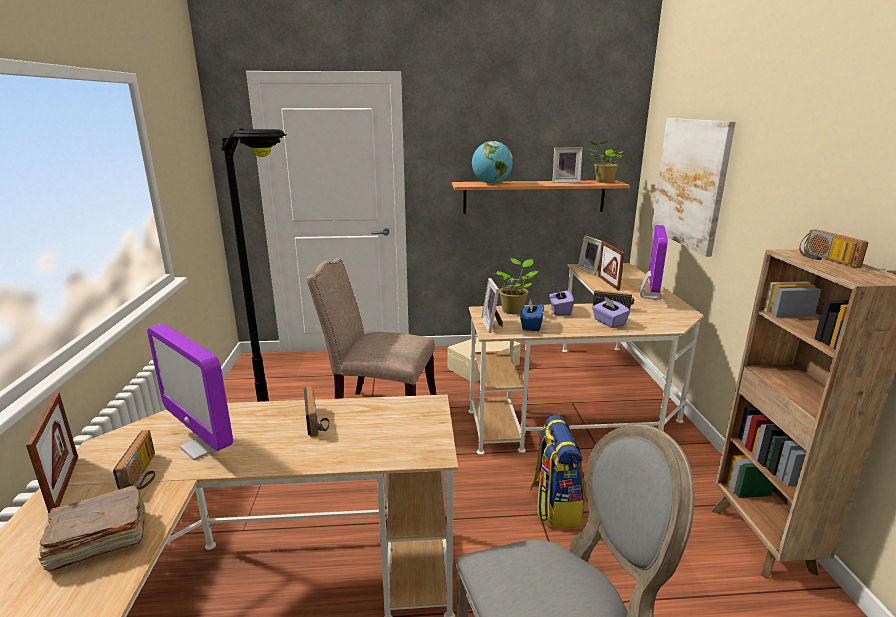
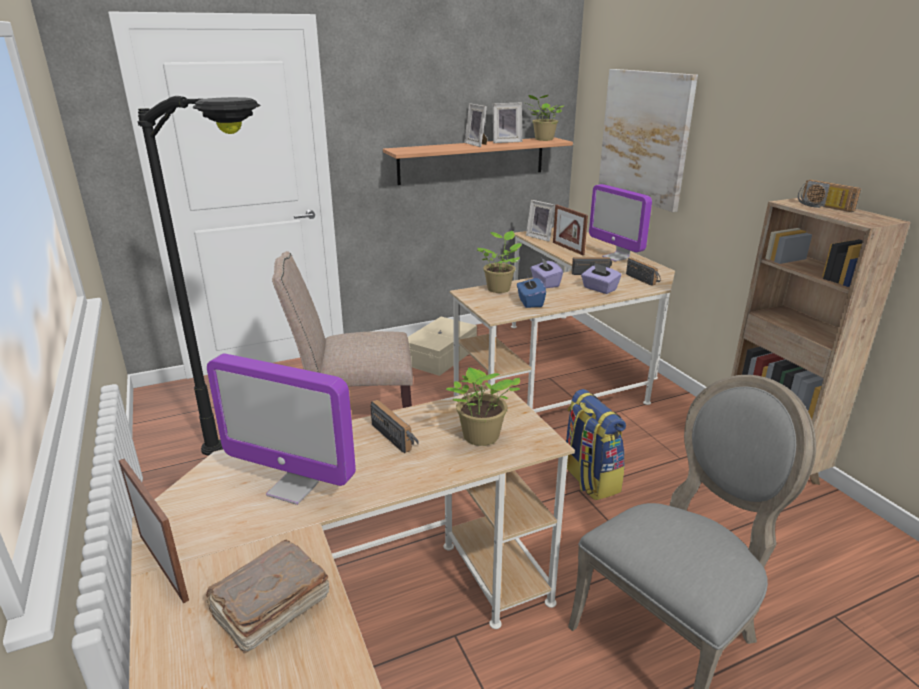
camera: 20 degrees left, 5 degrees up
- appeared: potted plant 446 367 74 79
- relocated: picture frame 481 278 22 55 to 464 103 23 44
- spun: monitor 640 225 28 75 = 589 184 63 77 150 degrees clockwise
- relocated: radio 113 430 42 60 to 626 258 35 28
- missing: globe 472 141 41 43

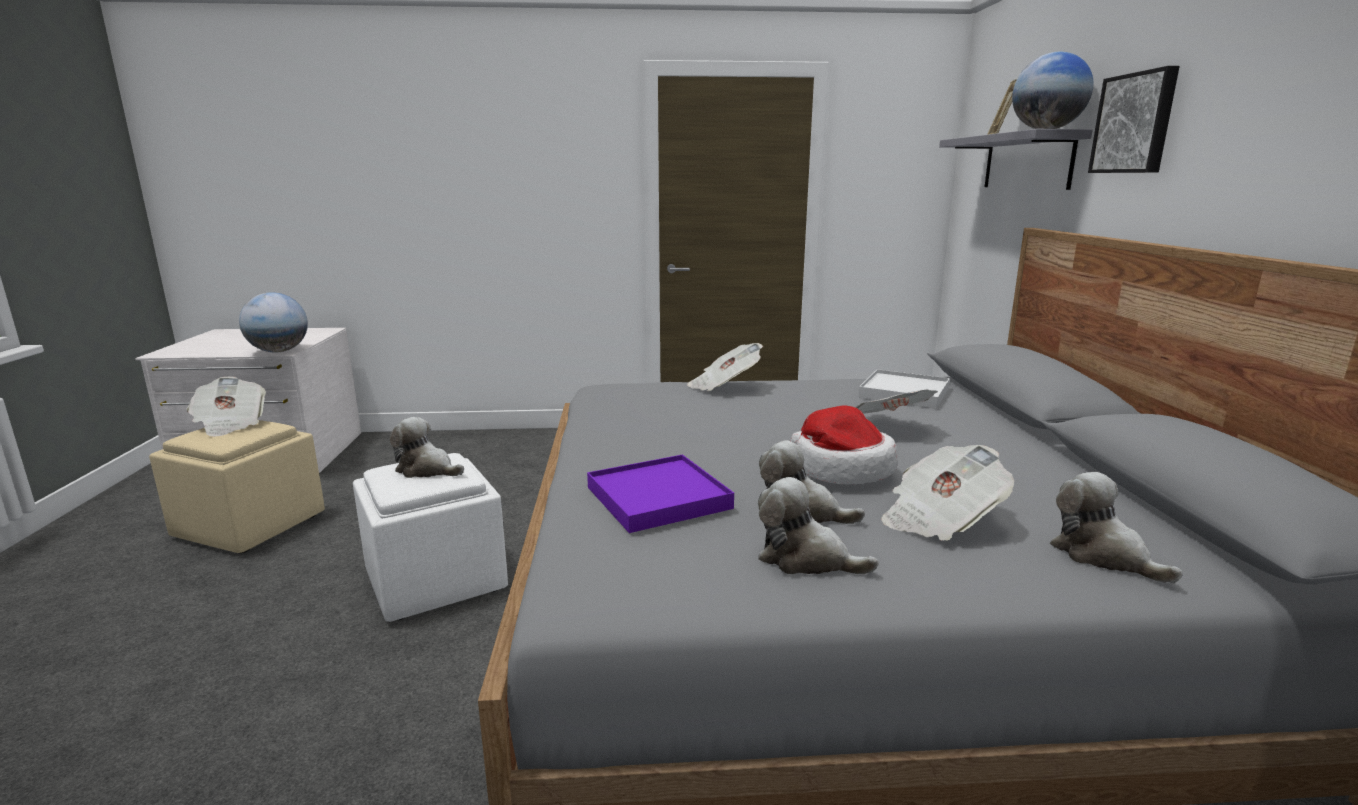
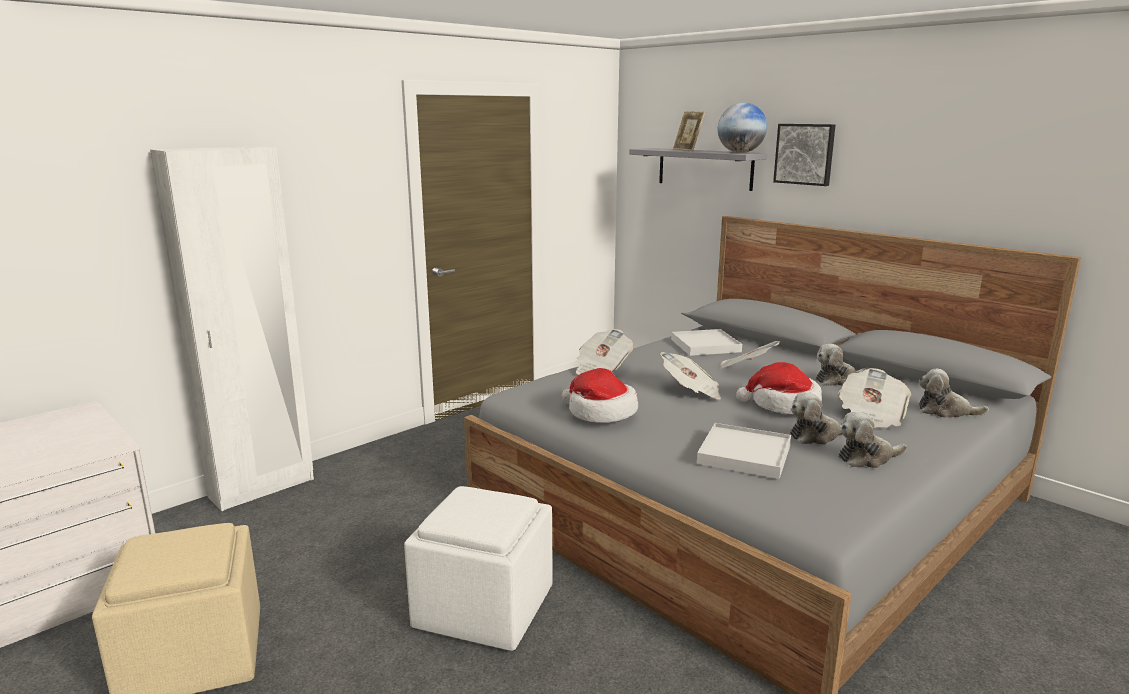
camera: 40 degrees left, 0 degrees up
- appeared: wardrobe (white) 150 146 164 365
- appeared: hat 562 368 76 55
- relocated: newspaper 187 376 79 61 to 660 352 61 48
- colour: tray (purple) 587 455 147 78 to tray (white) 697 423 94 56
- relocated: plush toy 390 417 74 61 to 816 344 50 42
- missing: globe 239 292 69 60

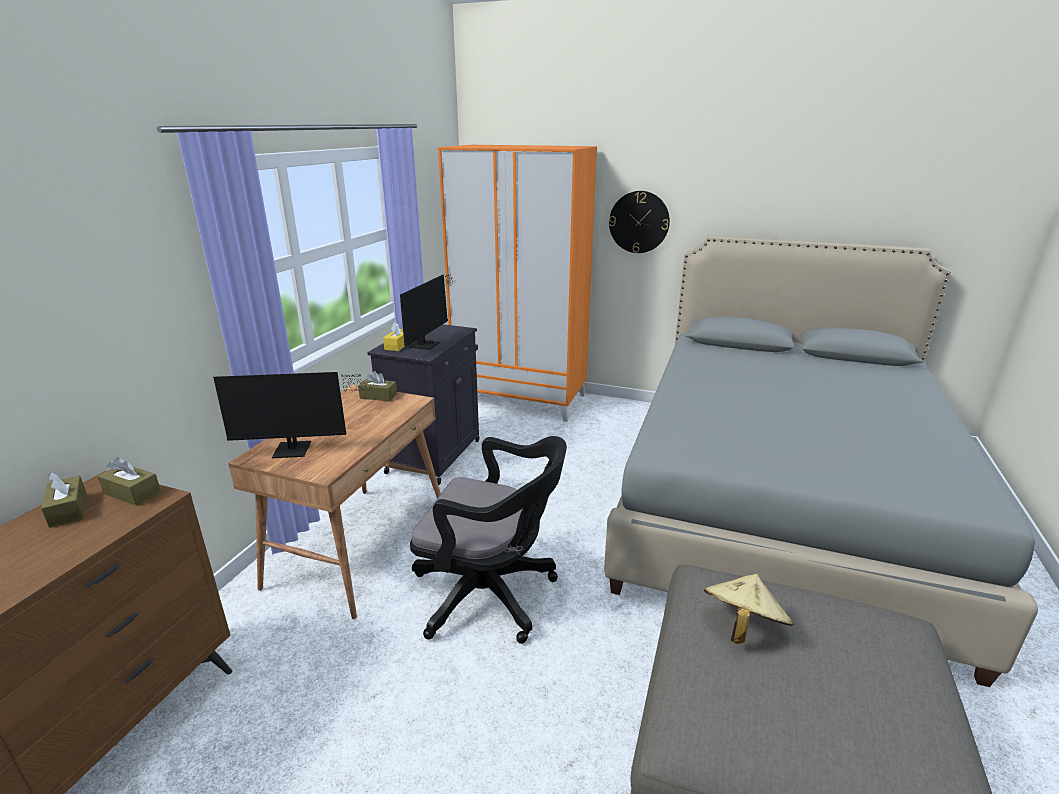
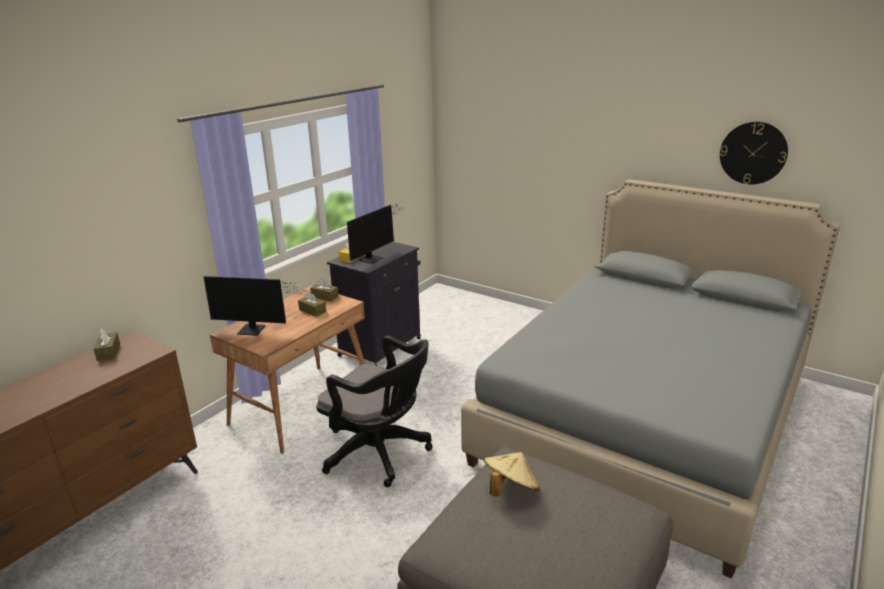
camera: 15 degrees right, 0 degrees up
- relocated: tissue box (brown) 97 457 64 49 to 298 291 28 26
- relocated: wall clock 609 191 61 62 to 720 122 68 63
- missing: wardrobe (orange) 438 145 159 277

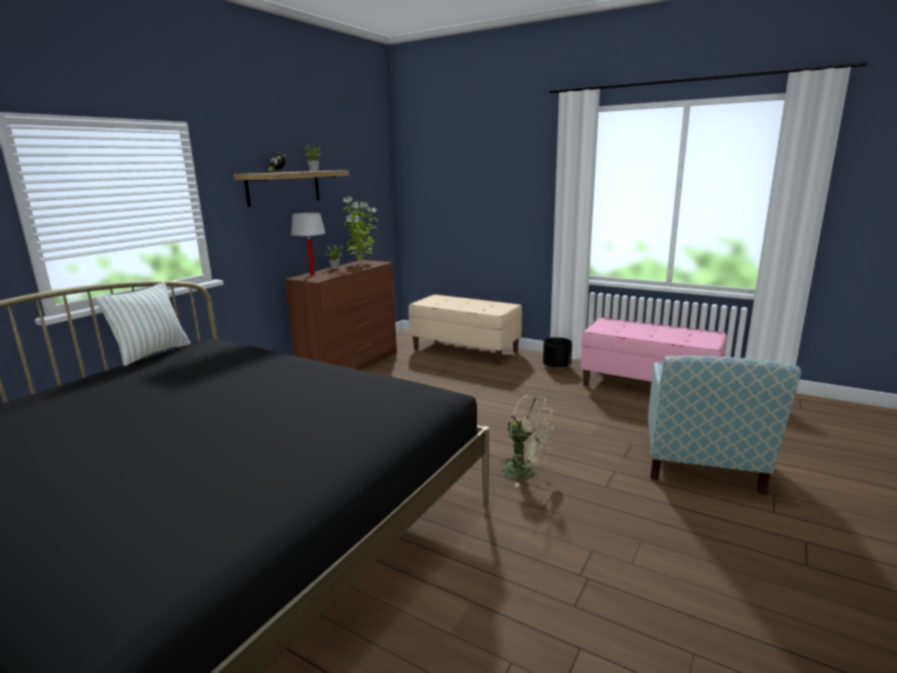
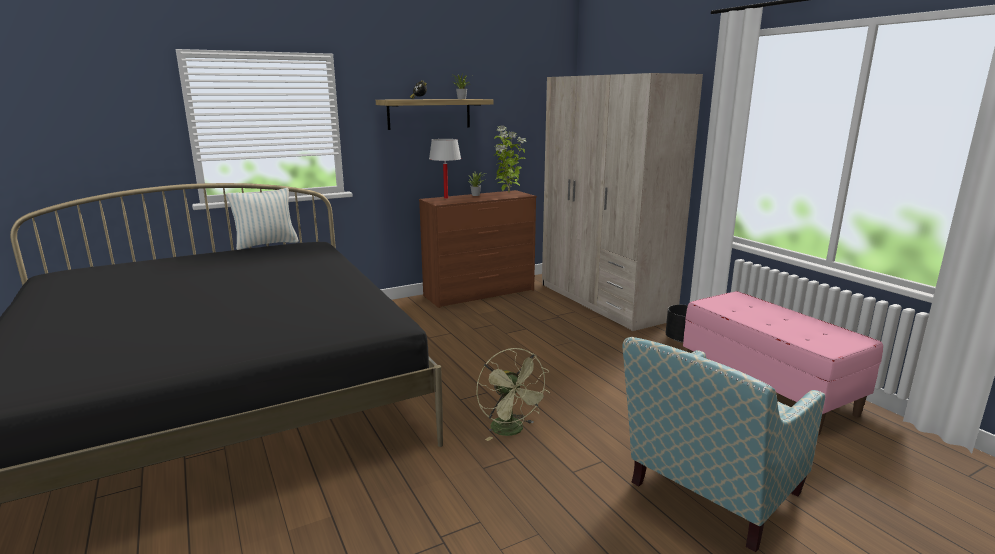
camera: 30 degrees right, 0 degrees up
- exchanged: bench (beige) 408 294 114 71 to wardrobe (beige) 542 73 161 258

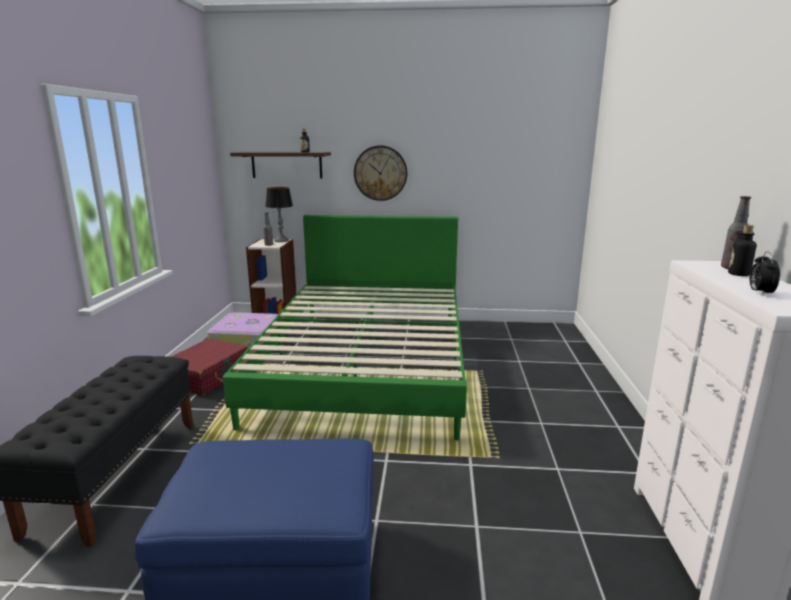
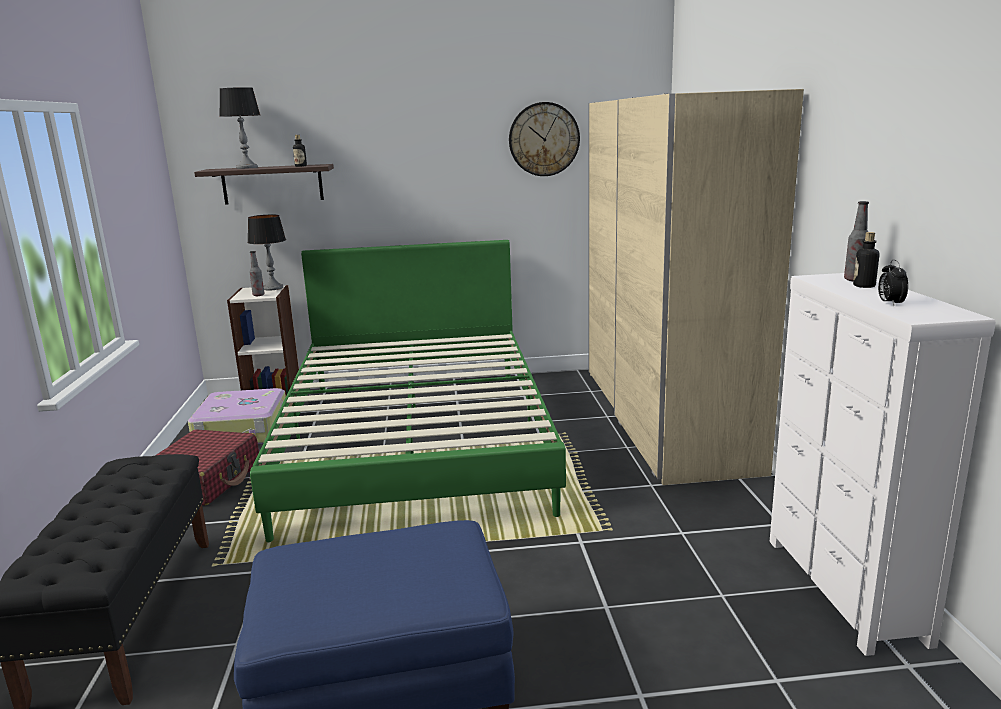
camera: 10 degrees left, 0 degrees up
- appeared: table lamp 220 87 40 82
- relocated: wall clock 354 145 53 56 to 509 102 71 74
- appeared: wardrobe (beige) 588 89 216 396

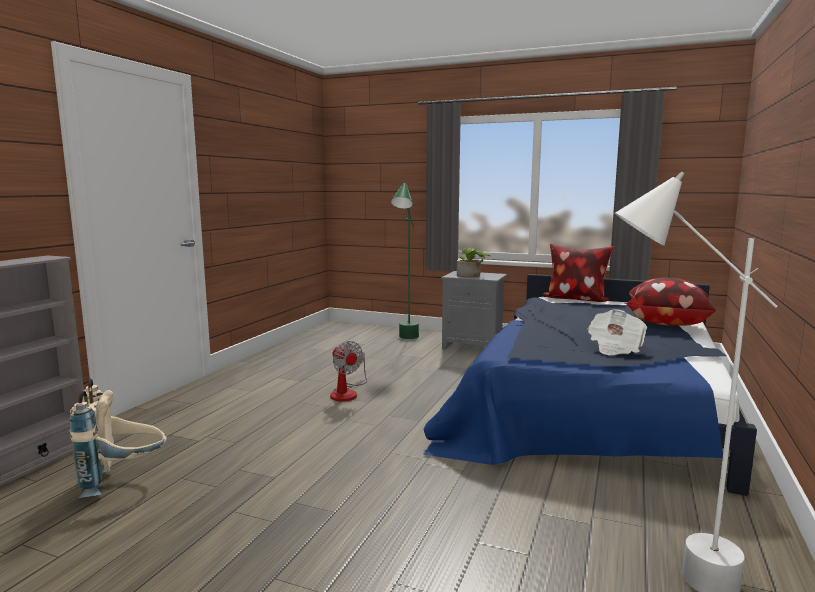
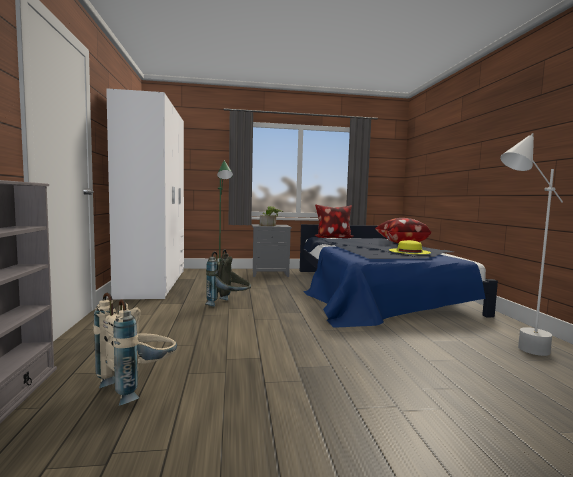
camera: 30 degrees left, 5 degrees down
- appeared: wardrobe (white) 106 88 78 211
- exchanged: fan 330 341 38 61 to backpack (grey) 206 249 45 58
- exchanged: newspaper 587 309 60 46 to hat (yellow) 389 240 42 14

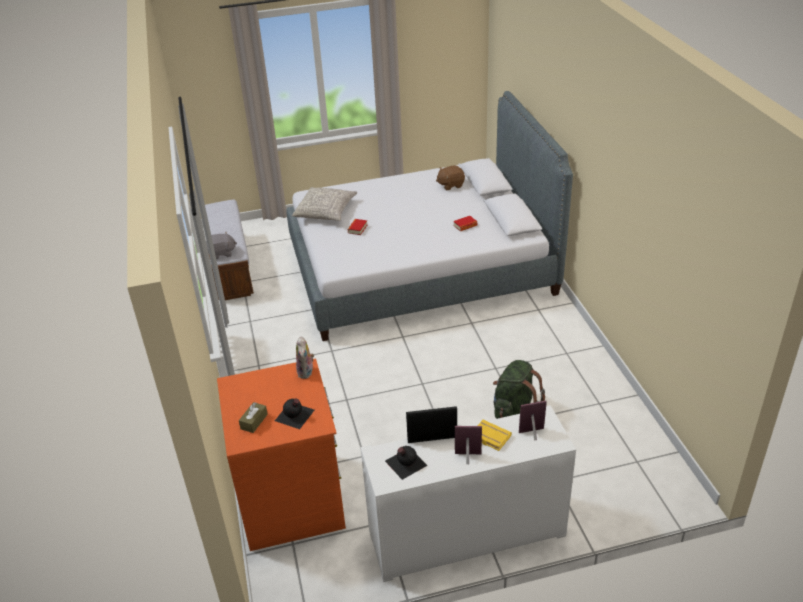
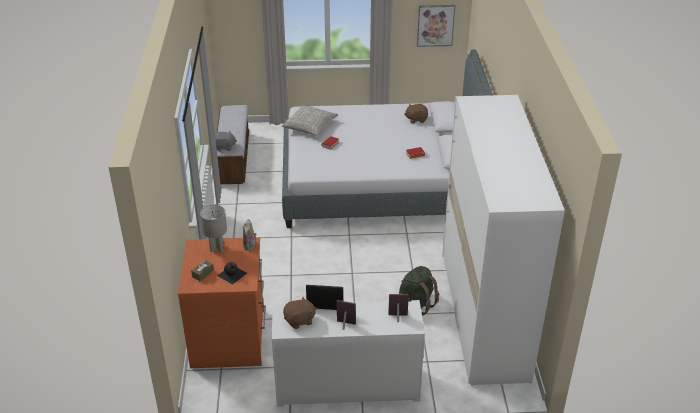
camera: 10 degrees right, 0 degrees up
- appeared: table lamp (grey) 200 205 27 47
- exchanged: bottle (black) 385 446 43 34 to plush toy (brown) 283 297 34 32
- appeared: picture 417 5 38 42
- appeared: wardrobe (white) 442 95 123 290
- missing: book (yellow) 478 420 34 31

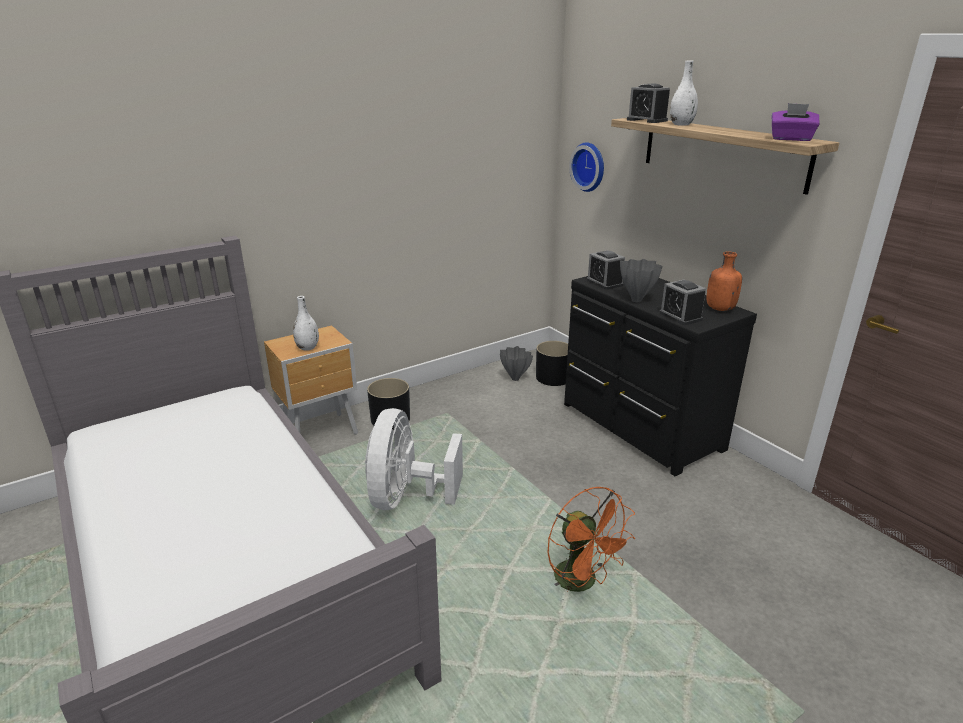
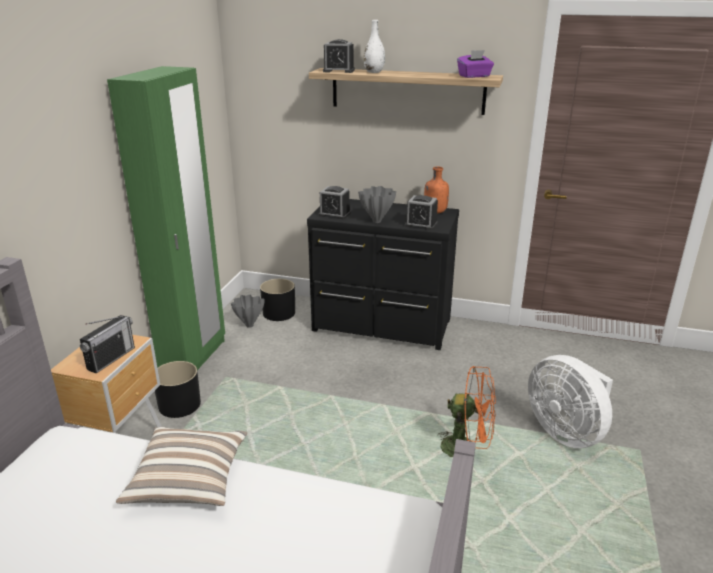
camera: 40 degrees left, 0 degrees up
- exchanged: vase (white) 293 296 26 55 to radio 80 315 55 59
- appeared: wardrobe (green) 107 66 118 304
- appeared: pillow 116 427 131 79
- relocated: fan (white) 365 408 98 102 to 528 355 85 93
- missing: wall clock 569 142 35 50

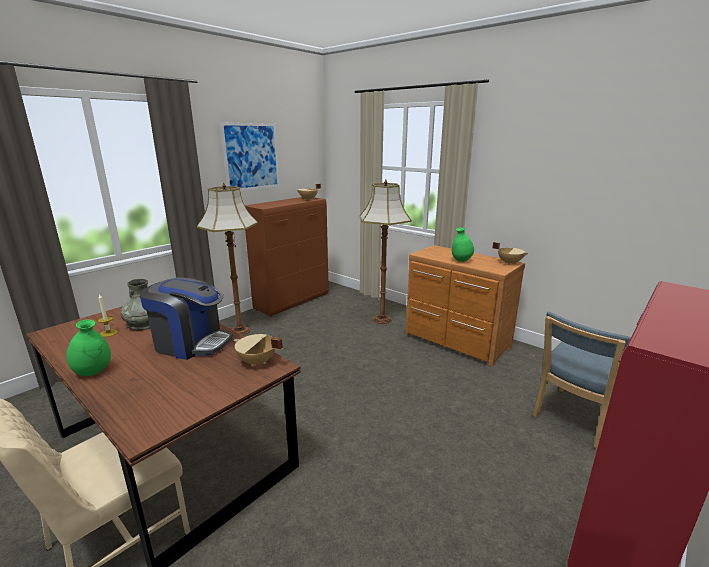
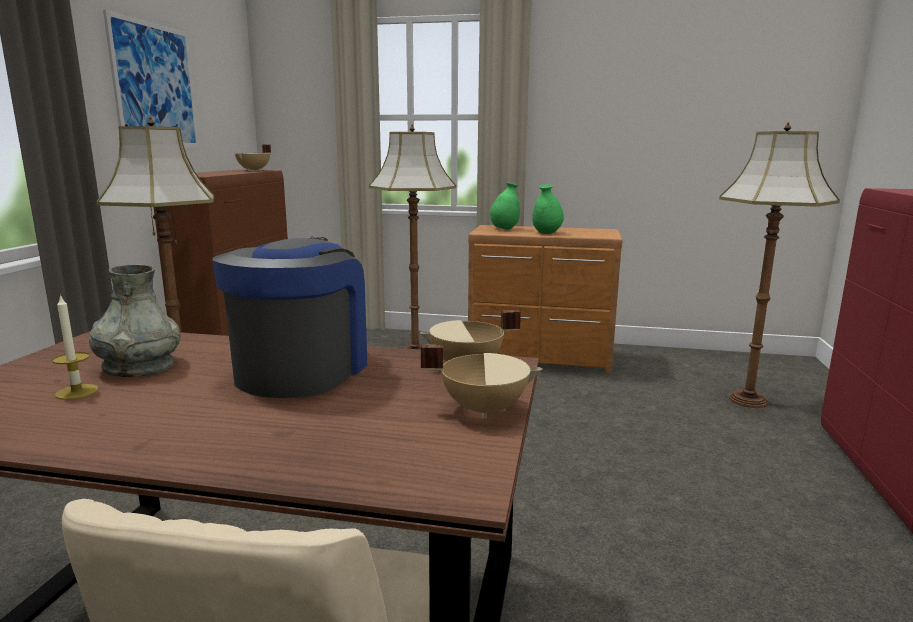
camera: 30 degrees left, 5 degrees down
- spun: coffee machine 140 277 93 83 = 212 237 155 161 60 degrees counterclockwise
- relocated: cooking pot (beige) 492 242 36 23 to 421 345 121 74
- relocated: vase (green) 66 319 45 57 to 490 182 30 48
- exchanged: chair (blue) 533 311 97 137 to floor lamp 719 121 121 287

